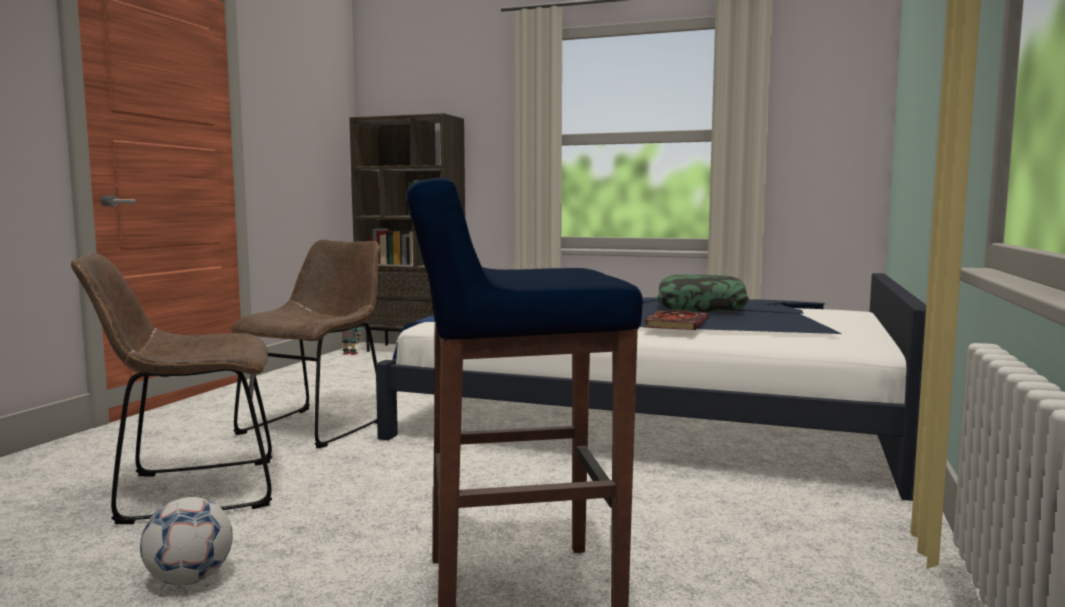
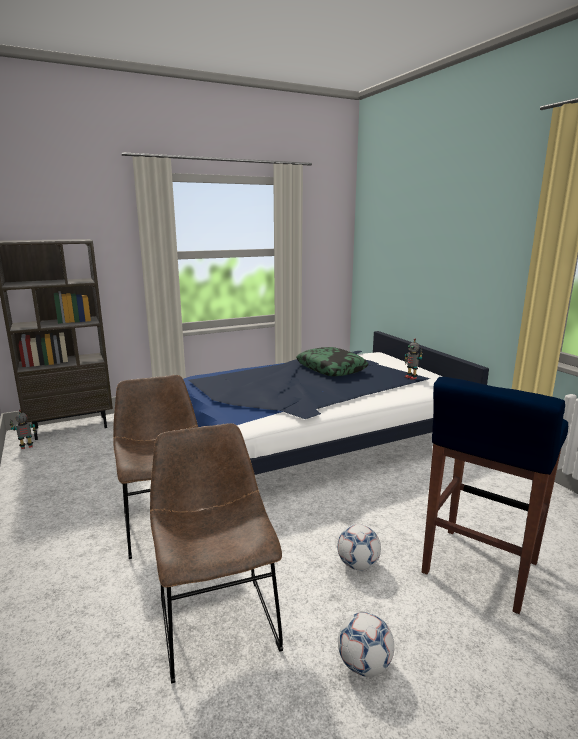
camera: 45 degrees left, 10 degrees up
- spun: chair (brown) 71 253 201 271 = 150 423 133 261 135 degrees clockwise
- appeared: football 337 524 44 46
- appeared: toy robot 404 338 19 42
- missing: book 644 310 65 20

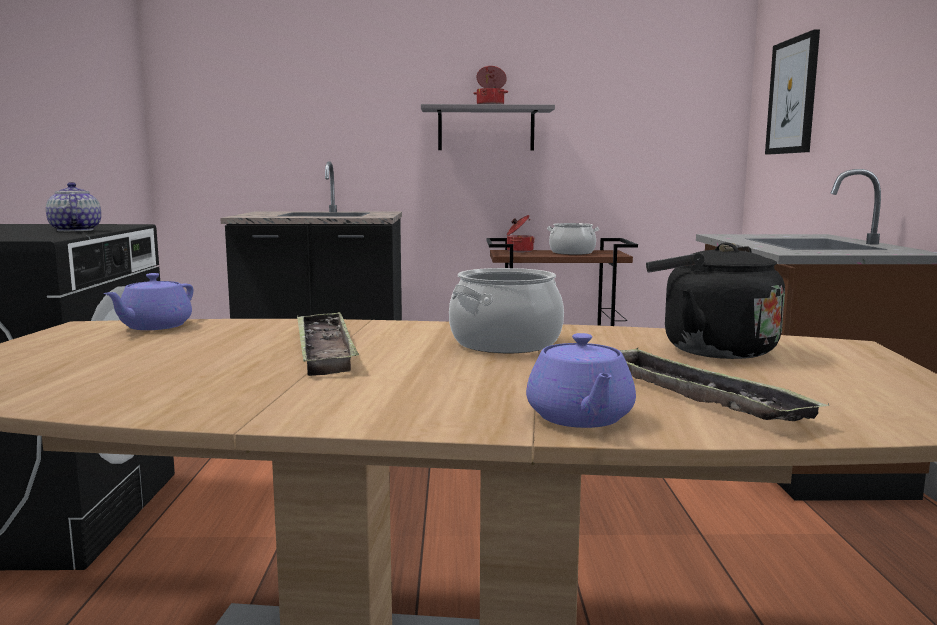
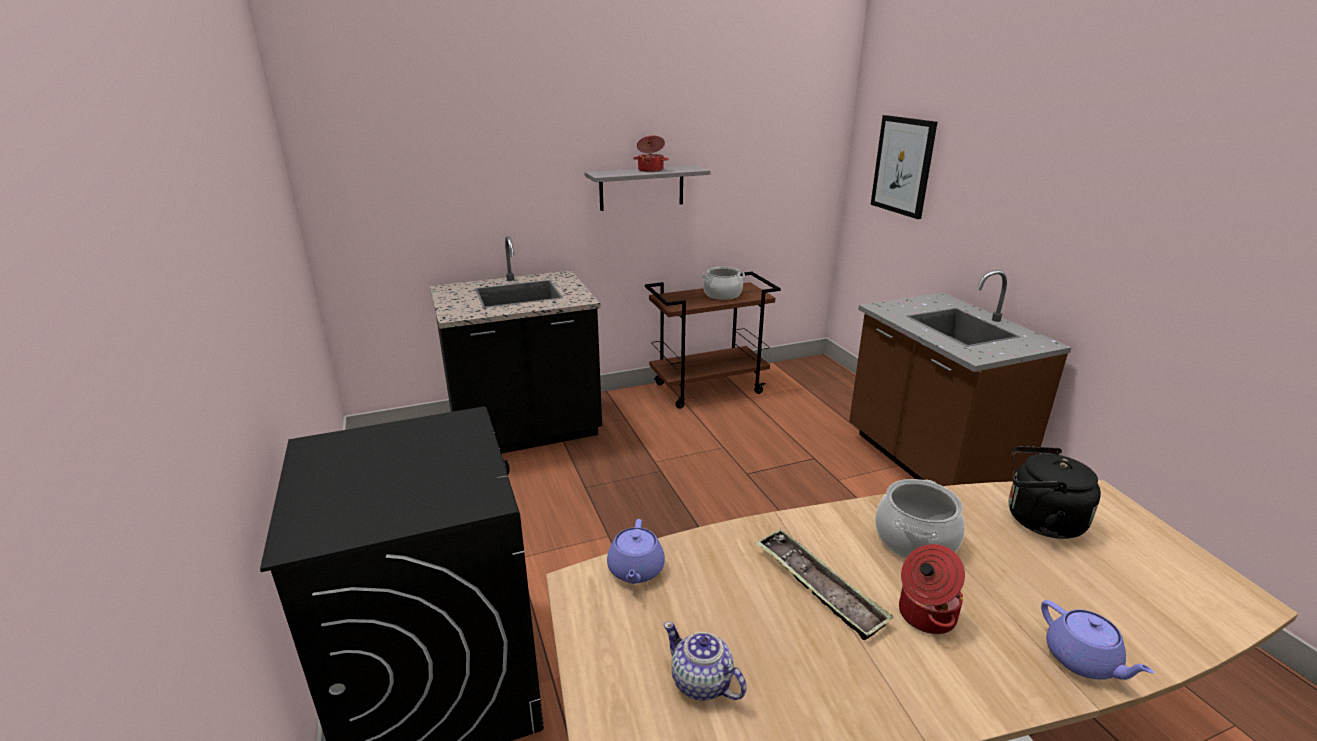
camera: 20 degrees left, 15 degrees up
- relocated: teapot 46 182 55 50 to 663 622 84 78
- relocated: cooking pot 507 215 28 37 to 899 544 66 90
- missing: tray 619 347 210 74

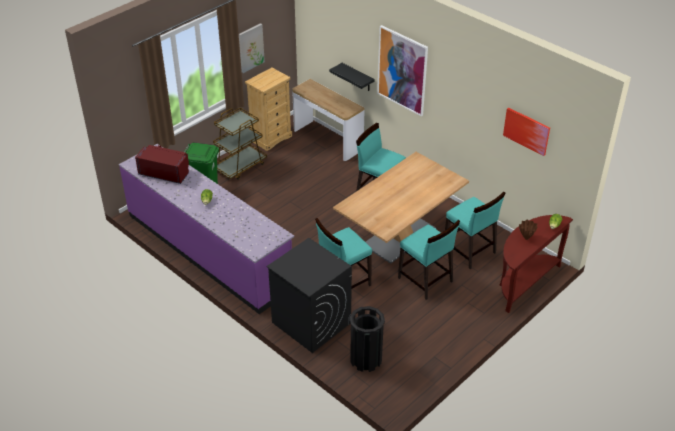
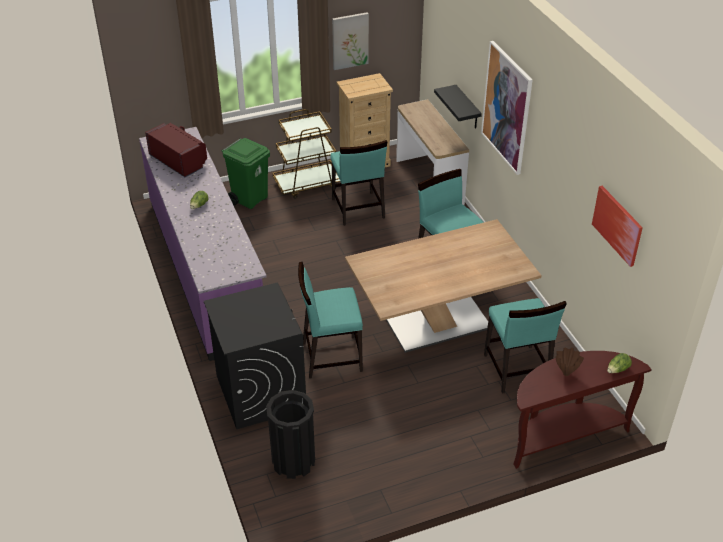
camera: 25 degrees right, 0 degrees up
- relocated: chair (turquoise) 398 220 62 80 to 330 140 57 86

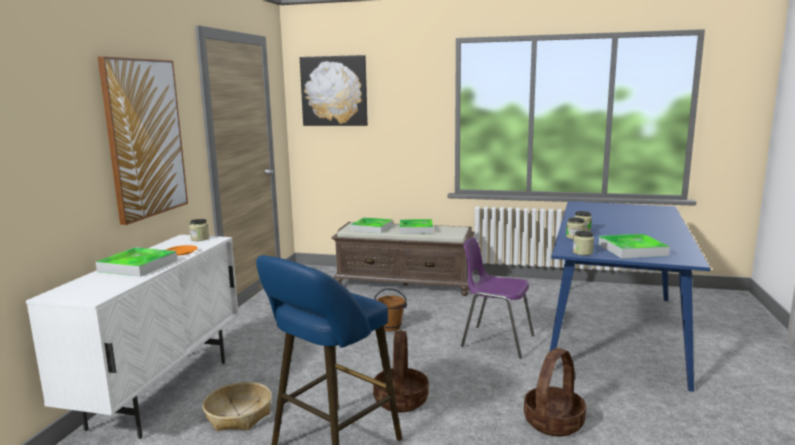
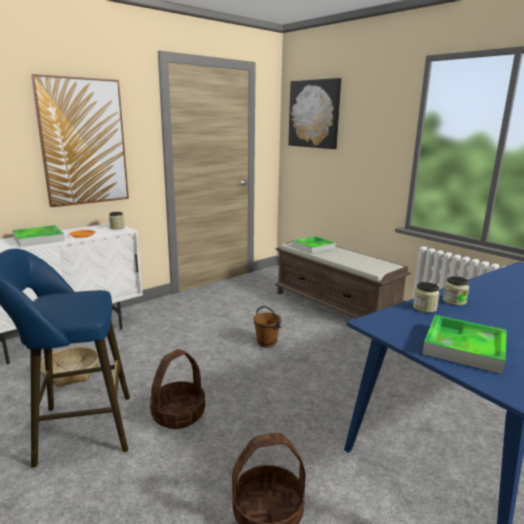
camera: 35 degrees right, 5 degrees up
- missing: tray 399 219 34 15
- missing: chair (purple) 461 237 73 122
- missing: jar 573 231 21 24

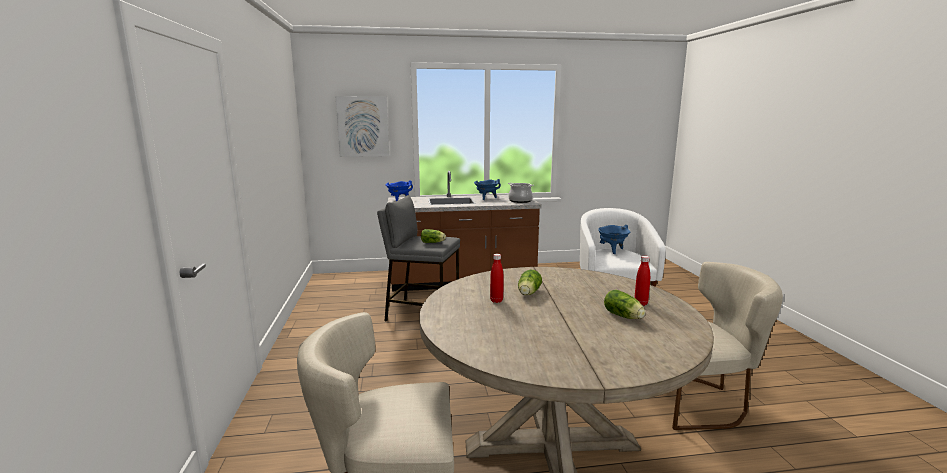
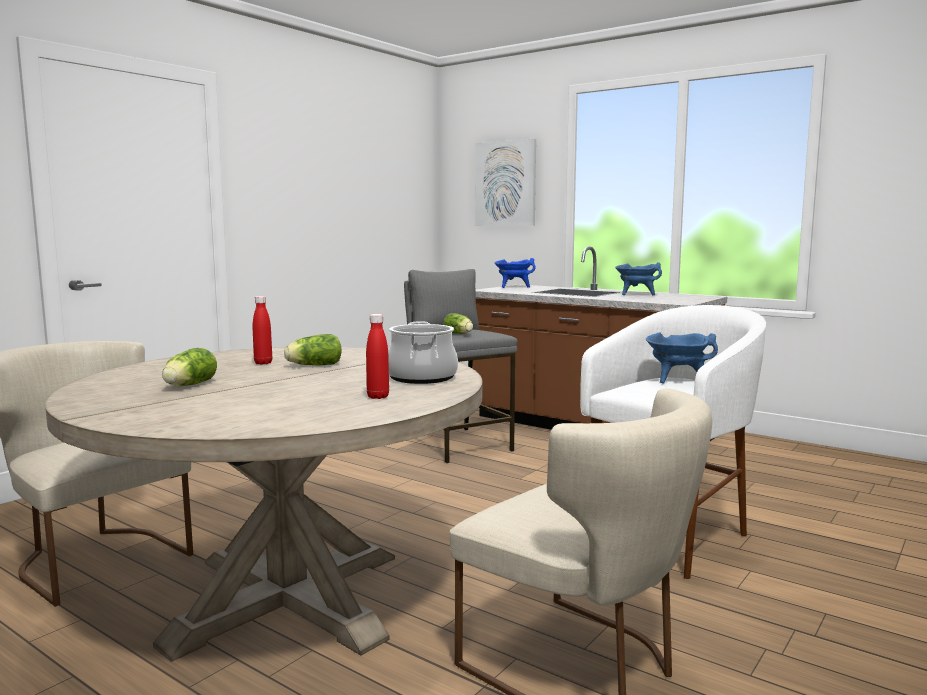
camera: 45 degrees right, 5 degrees down
- relocated: lettuce 604 290 41 29 to 162 348 55 38
- relocated: cooking pot 508 183 26 20 to 388 322 70 62

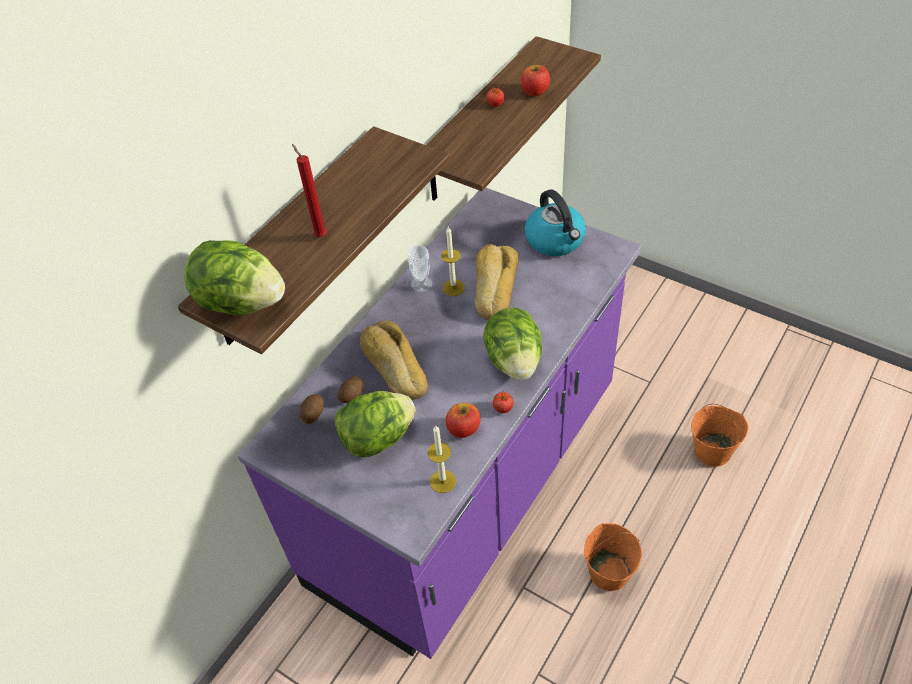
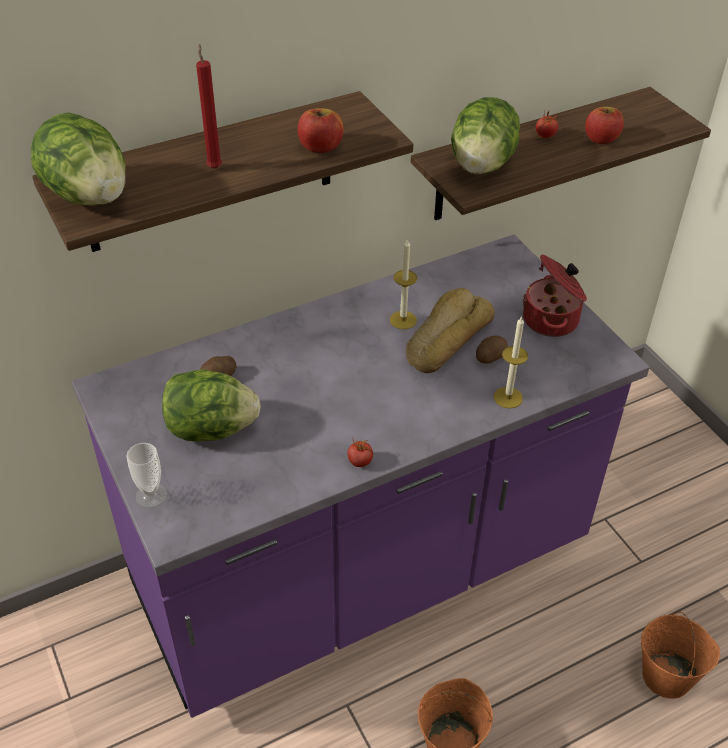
camera: 25 degrees right, 5 degrees down
- relocated: cup 408 245 24 47 to 127 443 40 65
- relocated: apple 445 403 36 35 to 298 108 46 45
- relocated: lettuce 483 308 59 73 to 451 97 69 77
- relocated: potato 299 394 25 30 to 476 335 32 29
- relocated: candle 427 426 29 67 to 494 316 34 92
- exchanged: kettle 525 189 61 67 to cooking pot 522 255 65 82
- missing: bread 360 321 68 79

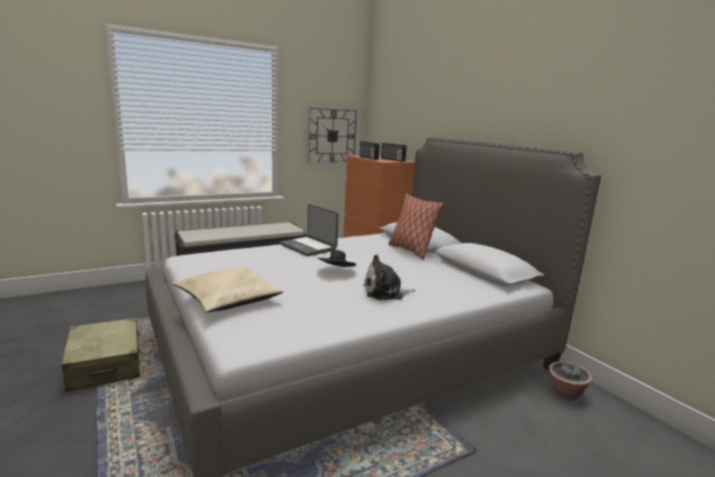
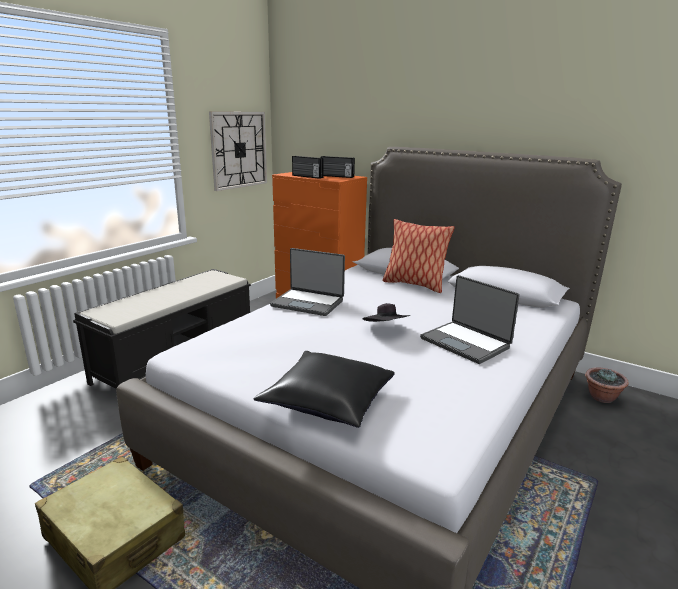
camera: 25 degrees left, 5 degrees up
- colour: pillow (beige) 172 267 111 45 to pillow (black) 253 351 142 77
- exchanged: plush toy 363 254 52 46 to laptop 420 275 100 89

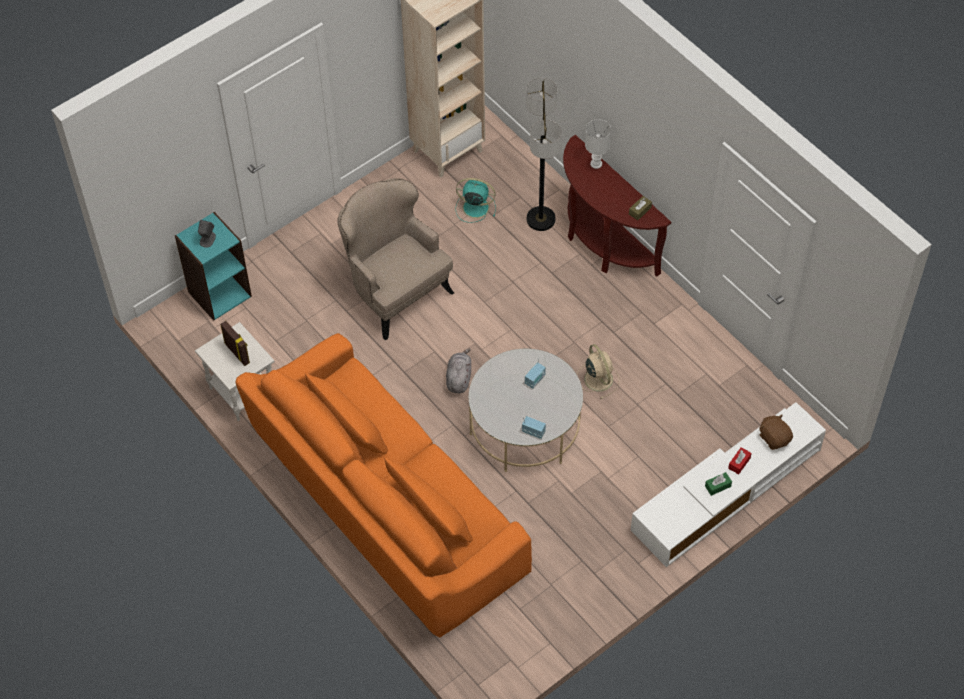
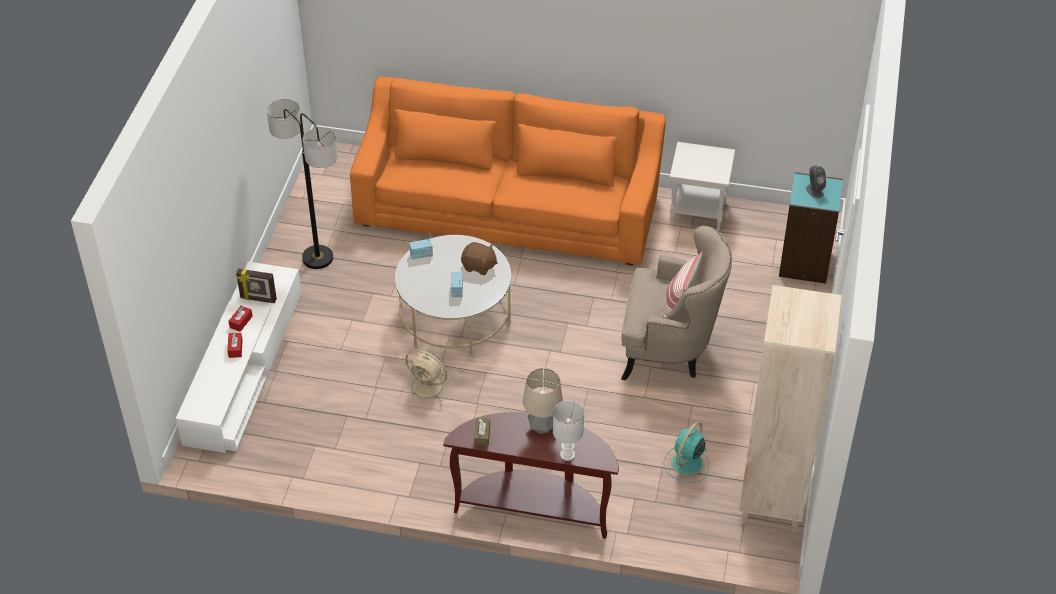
camera: 140 degrees right, 10 degrees down
- colour: tissue box (green) 705 472 27 24 to tissue box (red) 229 306 24 26
- relocated: picture frame 220 321 30 45 to 236 269 41 34
- relocated: floor lamp 526 78 36 153 to 267 99 71 170
- relocated: plush toy (brown) 759 414 34 36 to 461 242 37 33
- appeared: table lamp 523 368 40 66
- appeared: pillow 663 251 40 68
- spun: fan (turquoise) 455 178 41 45 = 663 422 46 61 150 degrees clockwise
- missing: plush toy (grey) 446 349 25 44

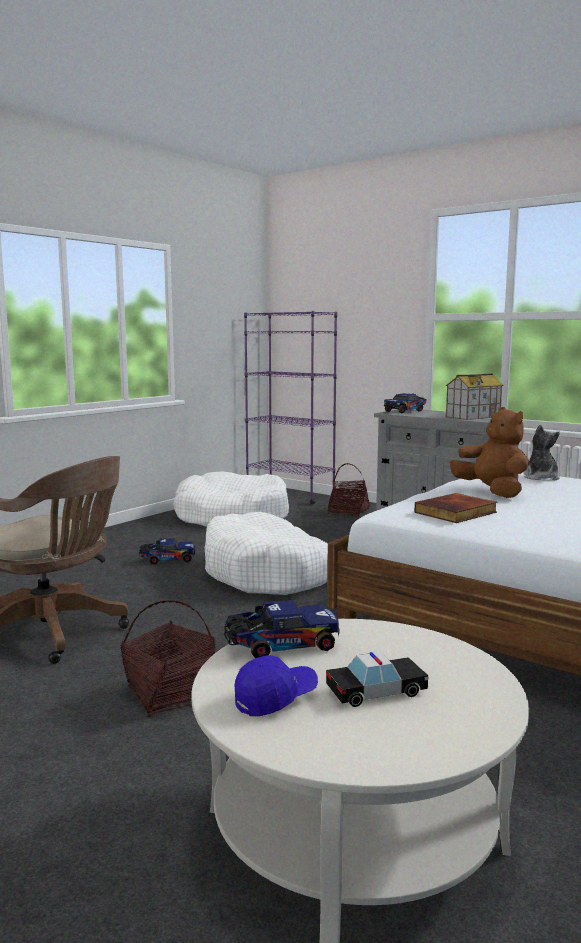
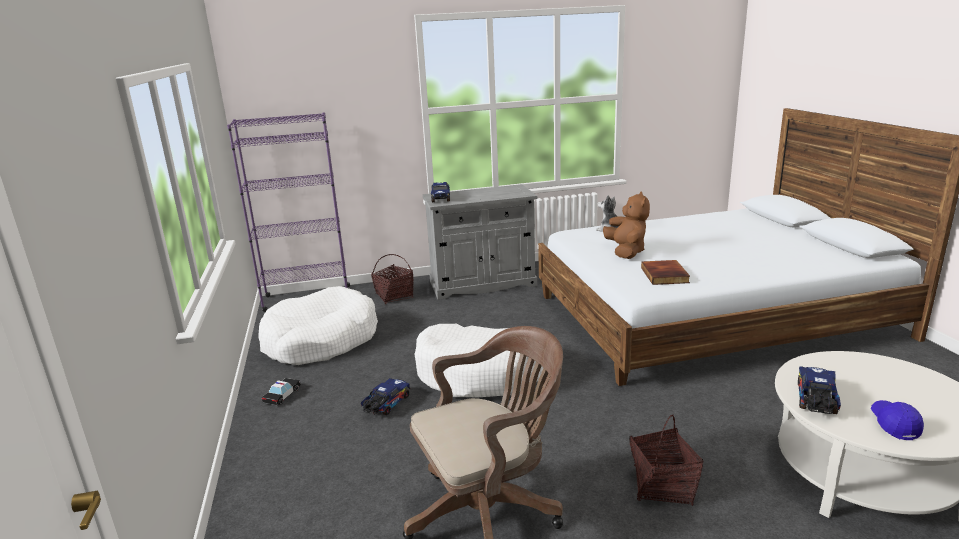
camera: 50 degrees left, 10 degrees up
- relocated: toy car 326 652 102 55 to 262 378 39 27
- spun: plush toy (brown) 450 407 79 91 = 603 192 47 67 75 degrees clockwise
- missing: toy house 446 373 58 47

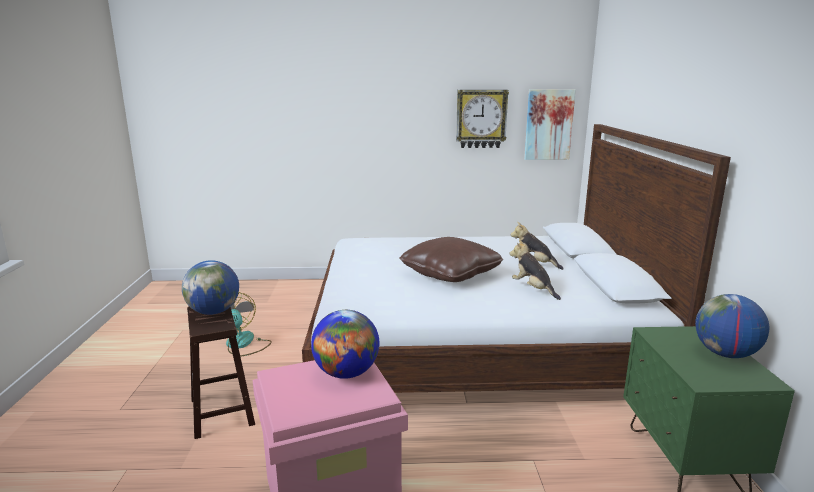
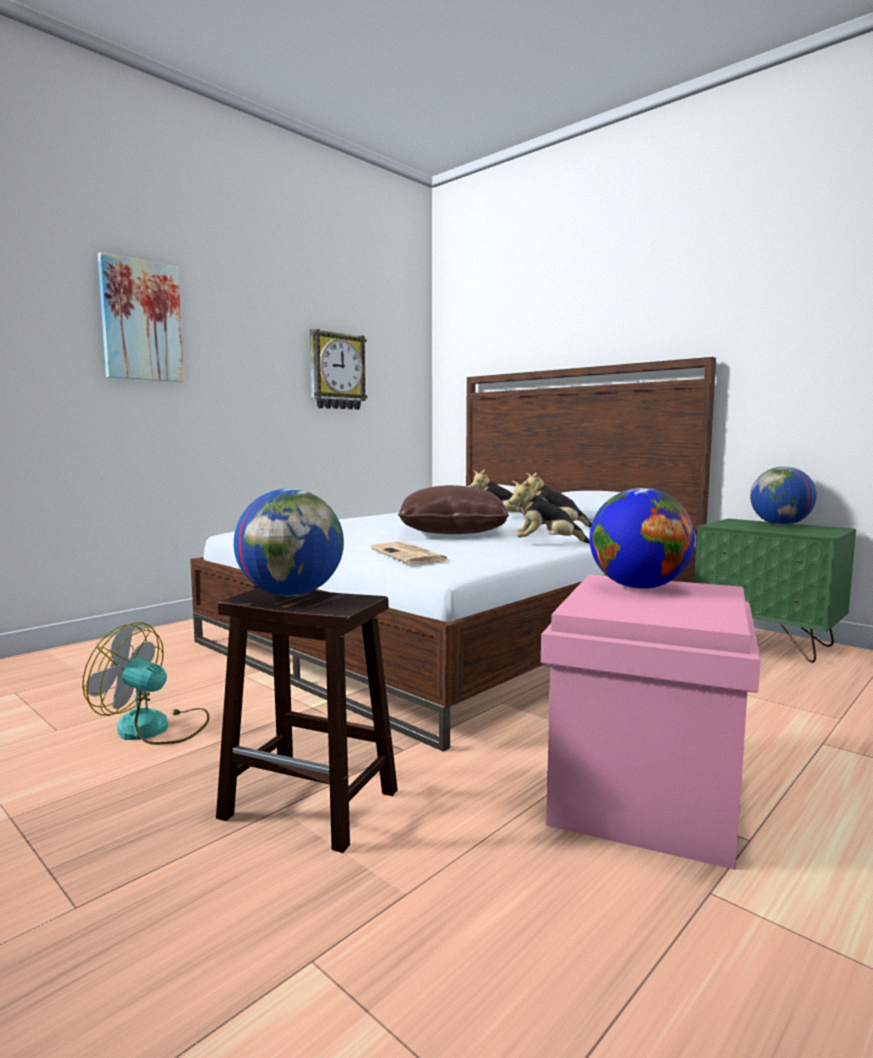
camera: 45 degrees left, 10 degrees down
- relocated: picture 524 89 52 71 to 98 252 86 130
- appeared: newspaper 370 542 78 22
- appeared: plush toy 509 479 81 65

